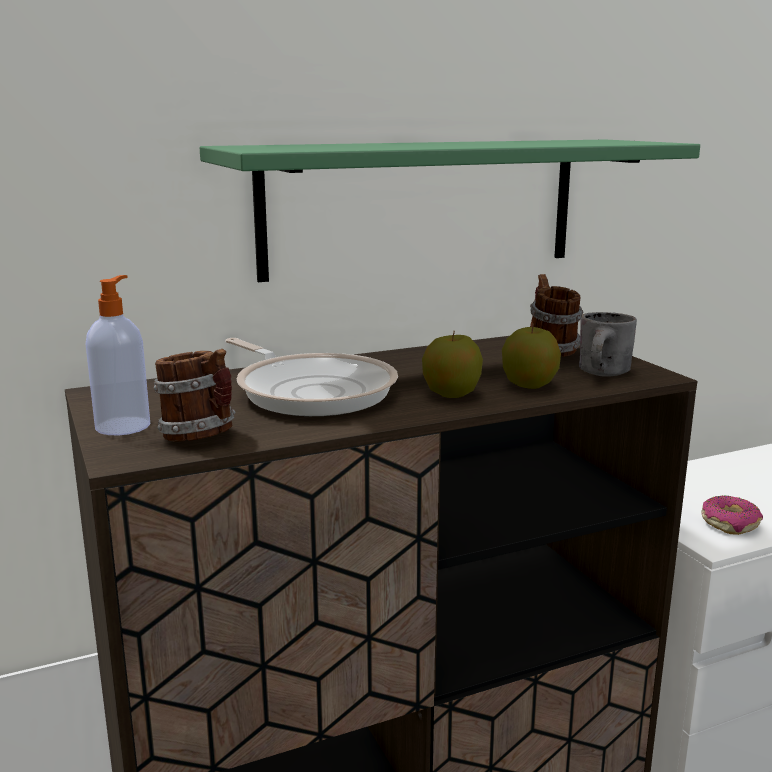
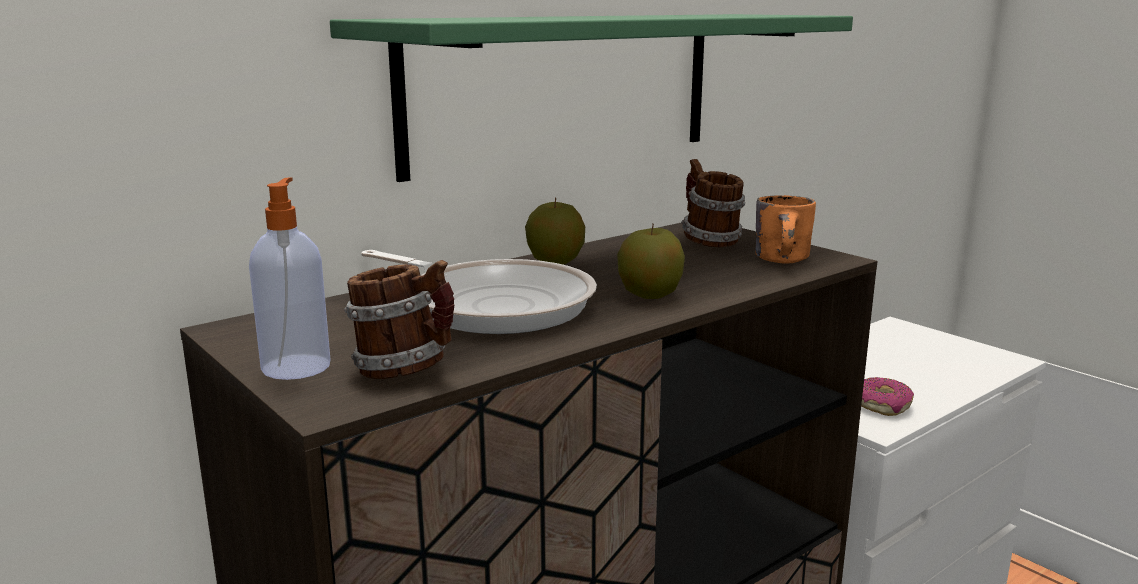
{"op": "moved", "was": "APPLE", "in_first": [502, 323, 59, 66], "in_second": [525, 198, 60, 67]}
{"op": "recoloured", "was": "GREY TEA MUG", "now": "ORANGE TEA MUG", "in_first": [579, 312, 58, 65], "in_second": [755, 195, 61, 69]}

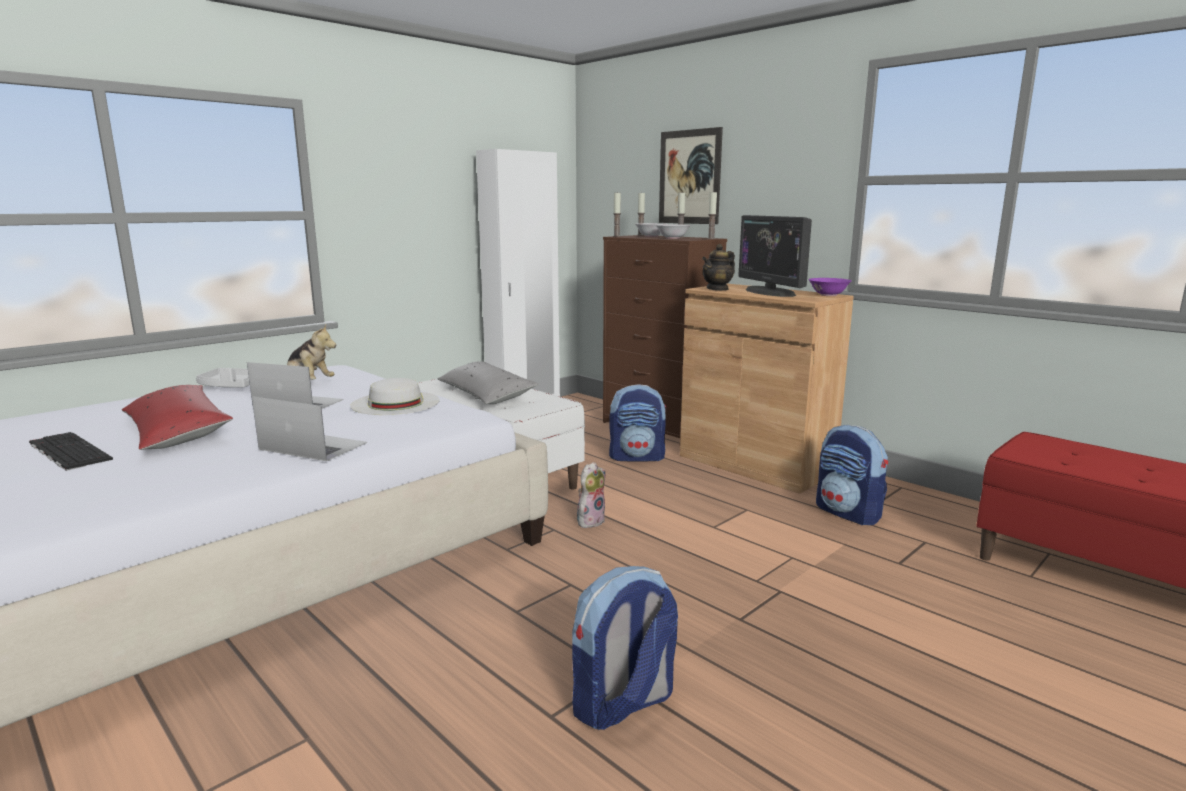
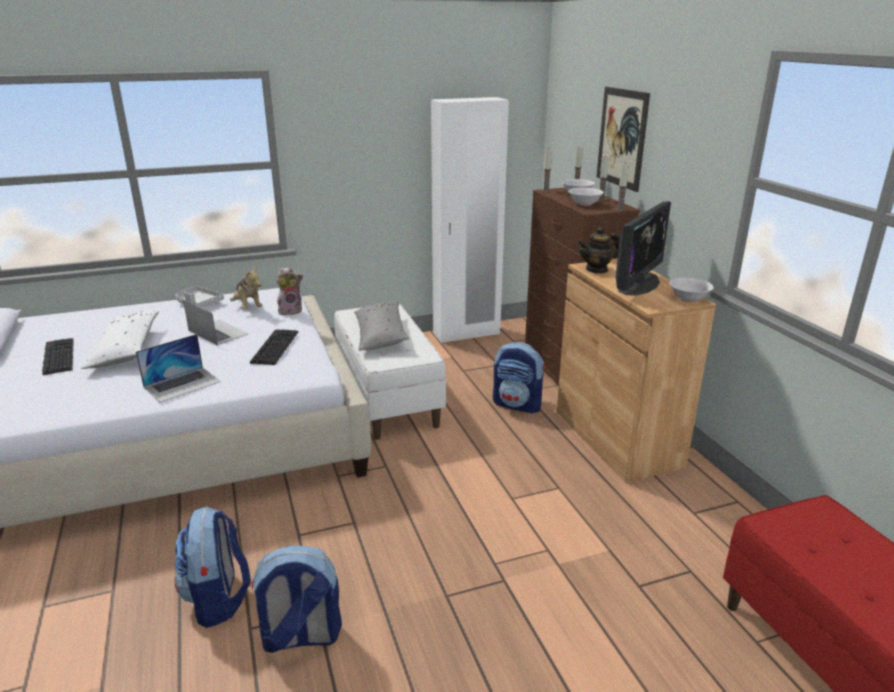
{"op": "moved", "was": "SOFT TOY", "in_first": [577, 462, 28, 66], "in_second": [276, 267, 27, 48]}
{"op": "moved", "was": "RUCKSACK", "in_first": [816, 425, 72, 100], "in_second": [175, 506, 76, 122]}
{"op": "replaced", "was": "WHITE-COLOURED HAT", "now": "PC KEYBOARD", "in_first": [350, 378, 90, 37], "in_second": [250, 329, 48, 36]}
{"op": "recoloured", "was": "REDDISH PILLOW", "now": "WHITE-COLOURED PILLOW", "in_first": [122, 385, 111, 65], "in_second": [81, 311, 78, 58]}
{"op": "recoloured", "was": "PURPLE-COLOURED BOWL", "now": "WHITE-COLOURED BOWL", "in_first": [808, 278, 44, 18], "in_second": [669, 278, 45, 24]}
{"op": "turned", "was": "LAPTOP", "in_first": [252, 396, 115, 65], "in_second": [136, 334, 85, 69], "clockwise": 90}
{"op": "turned", "was": "COMPUTER SCREEN", "in_first": [738, 215, 74, 82], "in_second": [616, 201, 55, 95], "clockwise": -150}

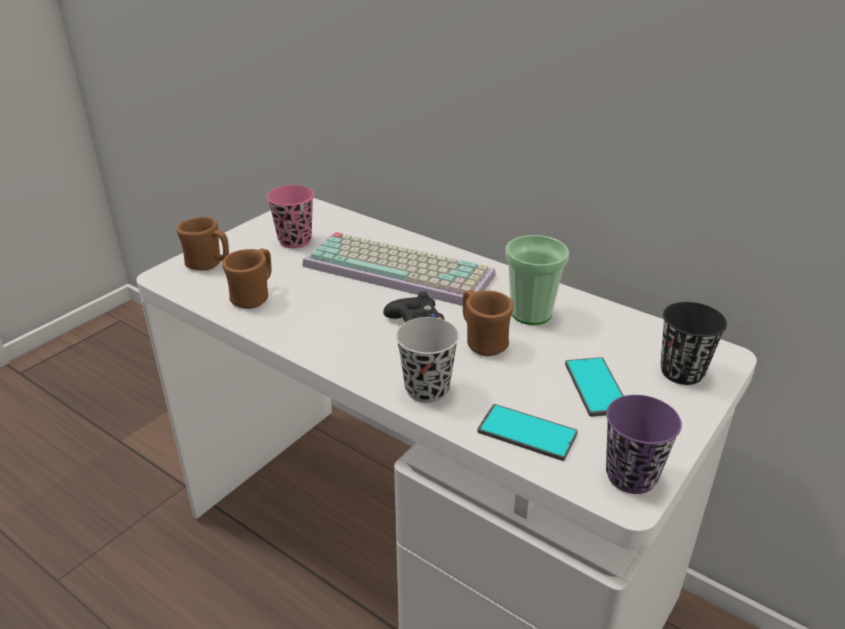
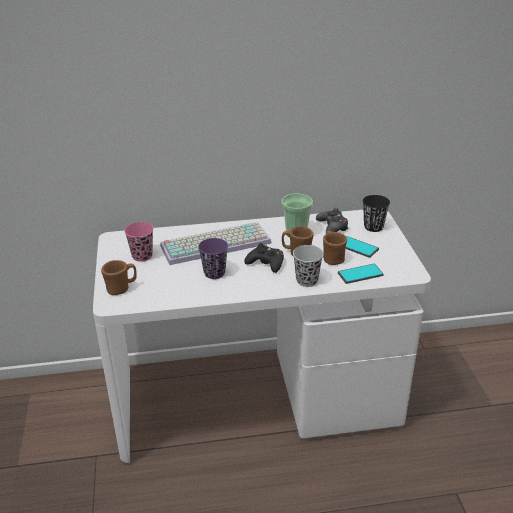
{"op": "added", "now": "BLACK-COLOURED JOYPAD", "in_second": [316, 208, 32, 24]}
{"op": "moved", "was": "BROWN-COLOURED TEA MUG", "in_first": [222, 248, 50, 61], "in_second": [323, 231, 24, 34]}
{"op": "moved", "was": "PURPLE-COLOURED DRINKING CUP", "in_first": [606, 395, 76, 99], "in_second": [198, 238, 30, 41]}

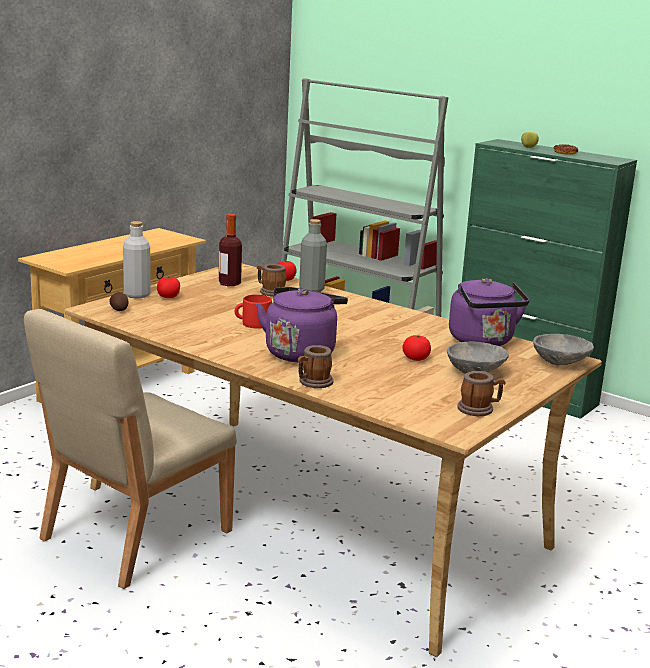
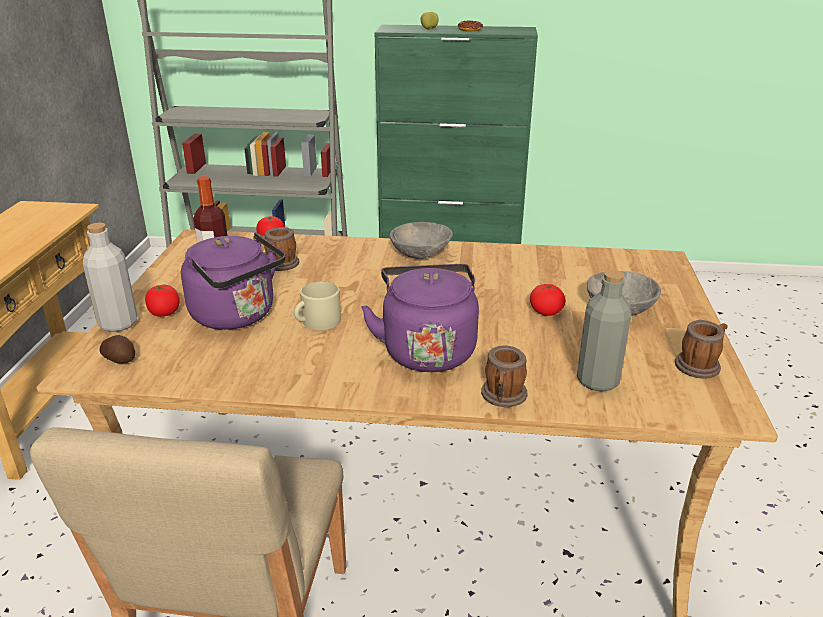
{"op": "moved", "was": "GREY DRINK BOTTLE", "in_first": [299, 219, 28, 73], "in_second": [577, 270, 55, 122]}
{"op": "moved", "was": "PURPLE-COLOURED WATER KETTLE", "in_first": [449, 278, 80, 68], "in_second": [181, 232, 104, 98]}
{"op": "moved", "was": "GREY BOWL", "in_first": [533, 334, 61, 31], "in_second": [390, 222, 63, 37]}
{"op": "recoloured", "was": "REDDISH TEA MUG", "now": "SAND-COLOURED TEA MUG", "in_first": [235, 295, 37, 34], "in_second": [294, 281, 47, 49]}

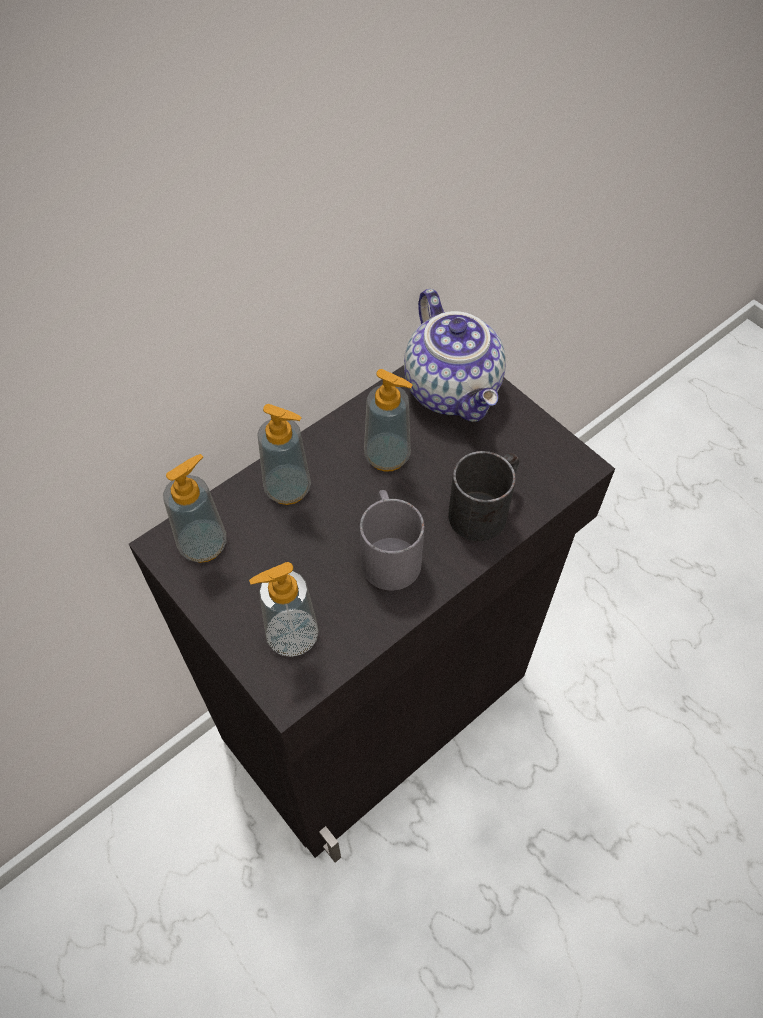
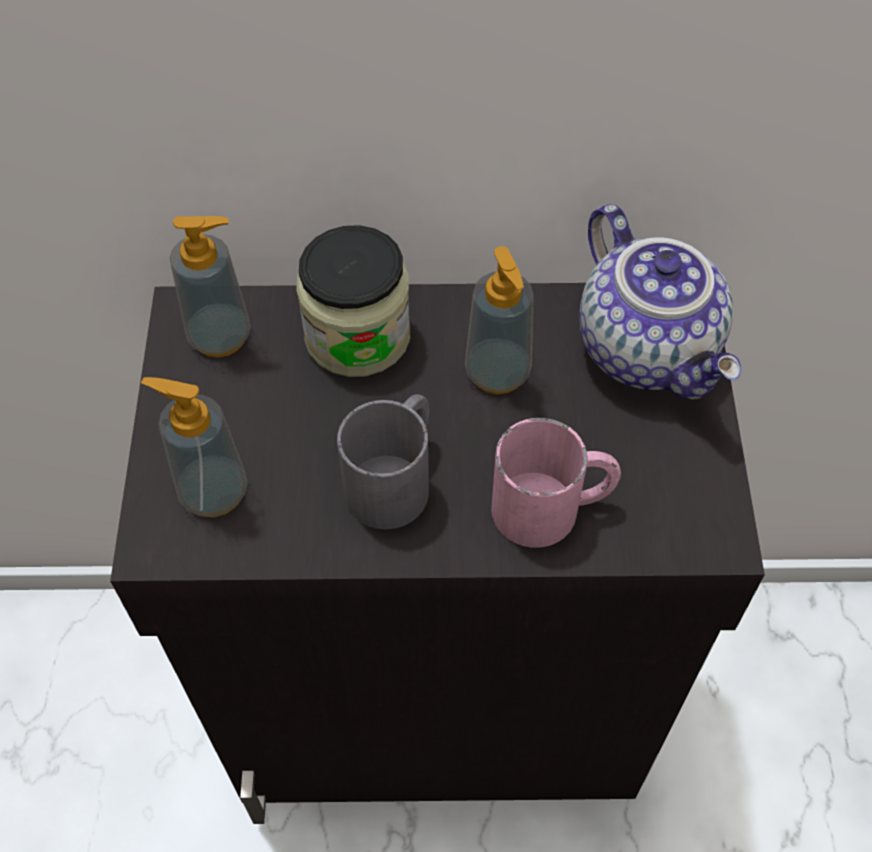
{"op": "replaced", "was": "SOAP BOTTLE", "now": "JAR", "in_first": [257, 404, 54, 101], "in_second": [296, 225, 114, 152]}
{"op": "recoloured", "was": "BLACK-COLOURED TEA MUG", "now": "PINK-COLOURED TEA MUG", "in_first": [448, 451, 71, 90], "in_second": [491, 418, 130, 130]}
{"op": "turned", "was": "TEA POT", "in_first": [404, 289, 102, 133], "in_second": [579, 204, 162, 195], "clockwise": -45}

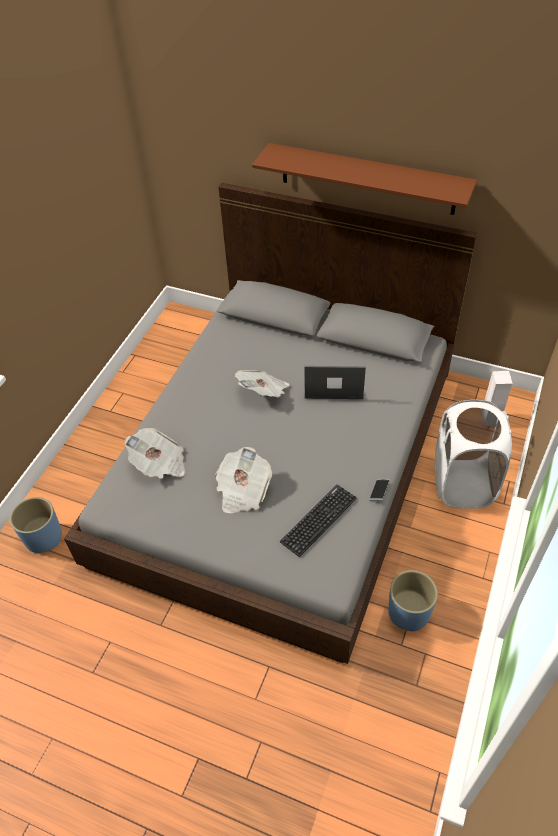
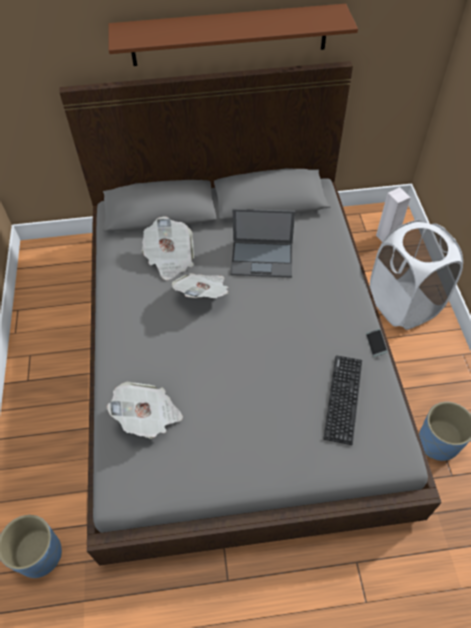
{"op": "moved", "was": "DAILY PAPER", "in_first": [215, 447, 57, 66], "in_second": [142, 216, 52, 64]}
{"op": "turned", "was": "LAPTOP", "in_first": [304, 366, 62, 33], "in_second": [231, 209, 64, 69], "clockwise": -150}

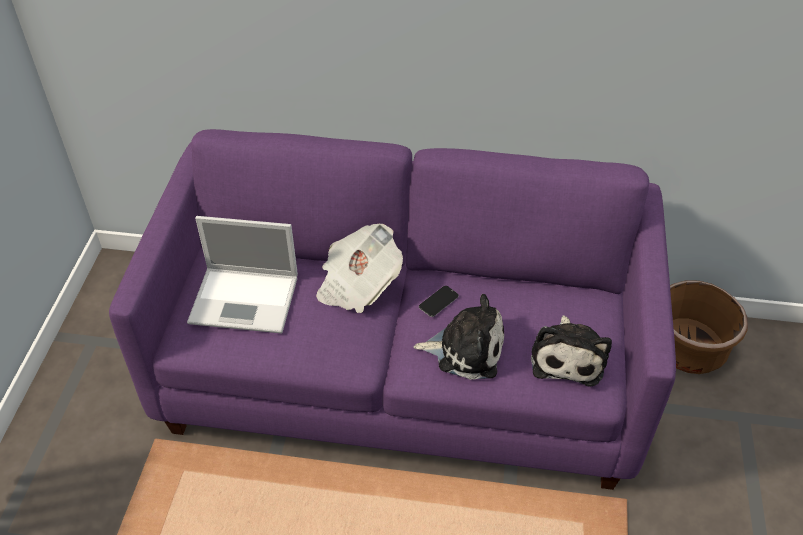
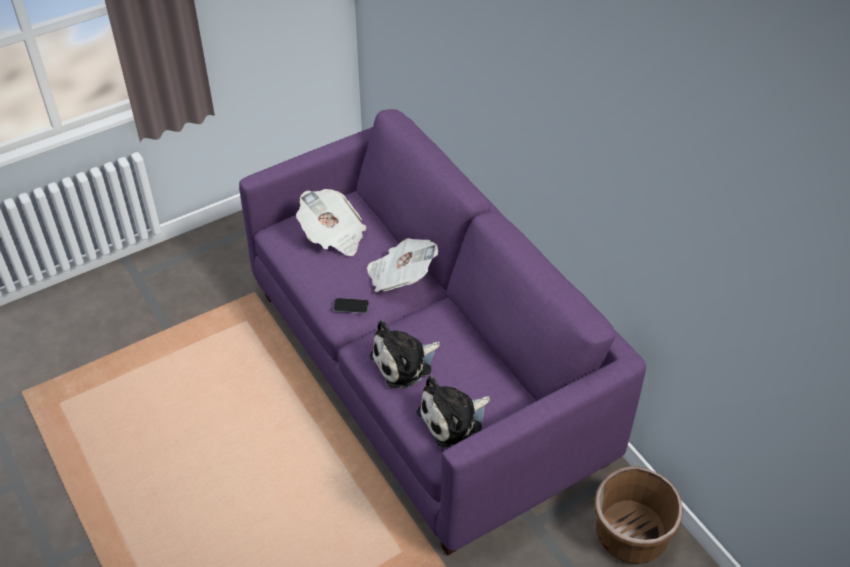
{"op": "moved", "was": "TELEPHONE", "in_first": [419, 286, 40, 31], "in_second": [334, 298, 35, 15]}
{"op": "replaced", "was": "LAPTOP", "now": "DAILY PAPER", "in_first": [187, 216, 111, 118], "in_second": [296, 189, 70, 67]}
{"op": "turned", "was": "SOFT TOY", "in_first": [413, 294, 91, 86], "in_second": [369, 320, 71, 69], "clockwise": 90}

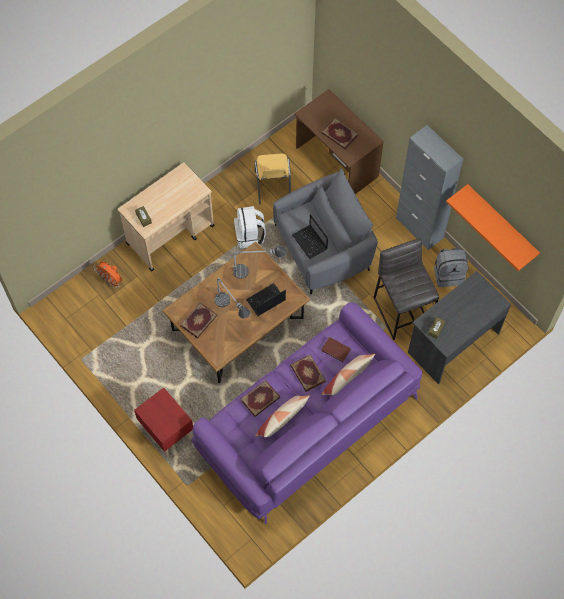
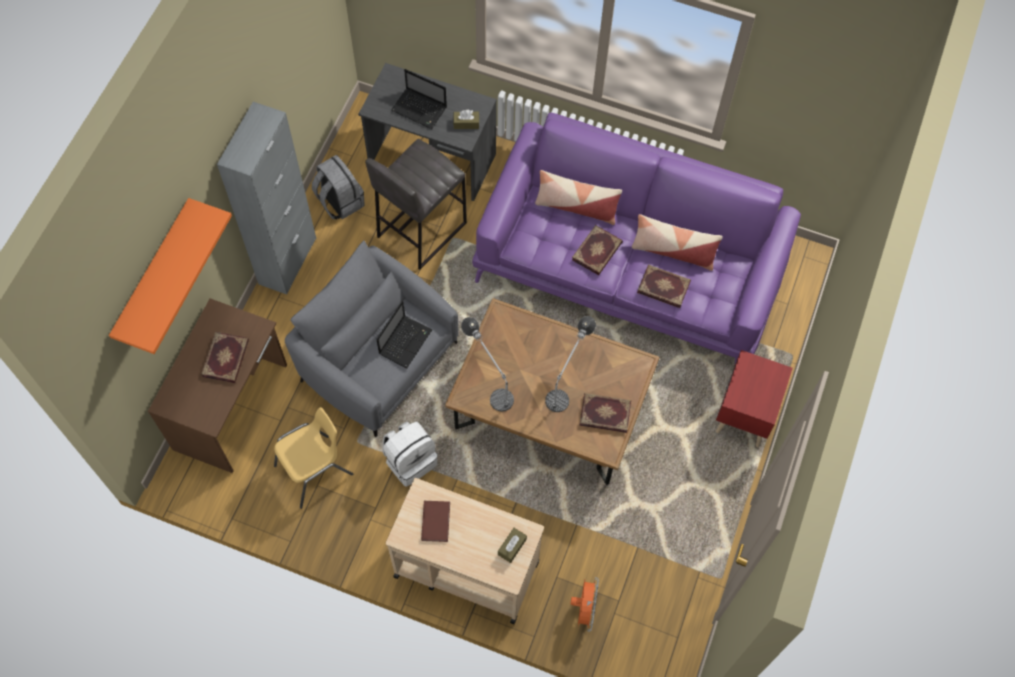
{"op": "moved", "was": "LAPTOP", "in_first": [246, 283, 40, 33], "in_second": [391, 69, 56, 60]}
{"op": "moved", "was": "BROWN-COLOURED BOOK", "in_first": [321, 337, 30, 25], "in_second": [421, 501, 29, 41]}
{"op": "moved", "was": "ORANGE WALL SHELF", "in_first": [446, 184, 94, 87], "in_second": [109, 198, 123, 156]}

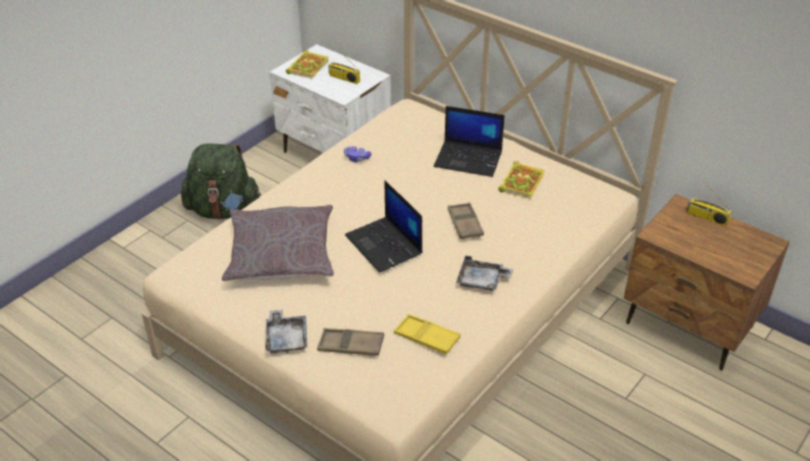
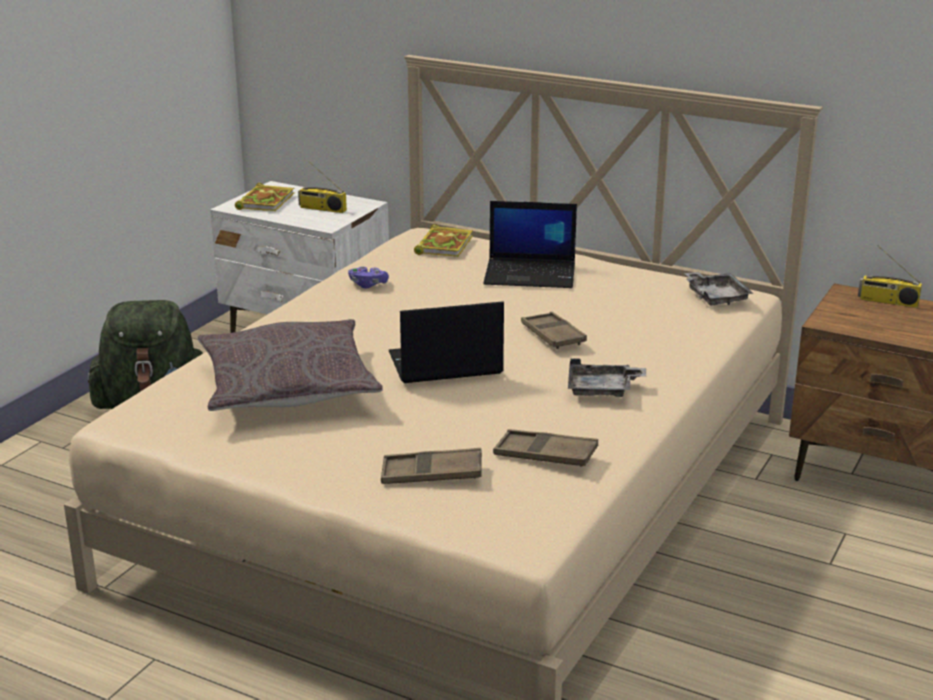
{"op": "moved", "was": "GREY TRAY", "in_first": [265, 310, 42, 43], "in_second": [684, 272, 69, 34]}
{"op": "moved", "was": "BOOK", "in_first": [498, 161, 47, 38], "in_second": [414, 224, 59, 33]}
{"op": "recoloured", "was": "YELLOW-COLOURED TRAY", "now": "BROWN-COLOURED TRAY", "in_first": [394, 314, 67, 40], "in_second": [493, 429, 105, 38]}
{"op": "turned", "was": "LAPTOP", "in_first": [345, 180, 77, 93], "in_second": [388, 301, 116, 82], "clockwise": 120}

